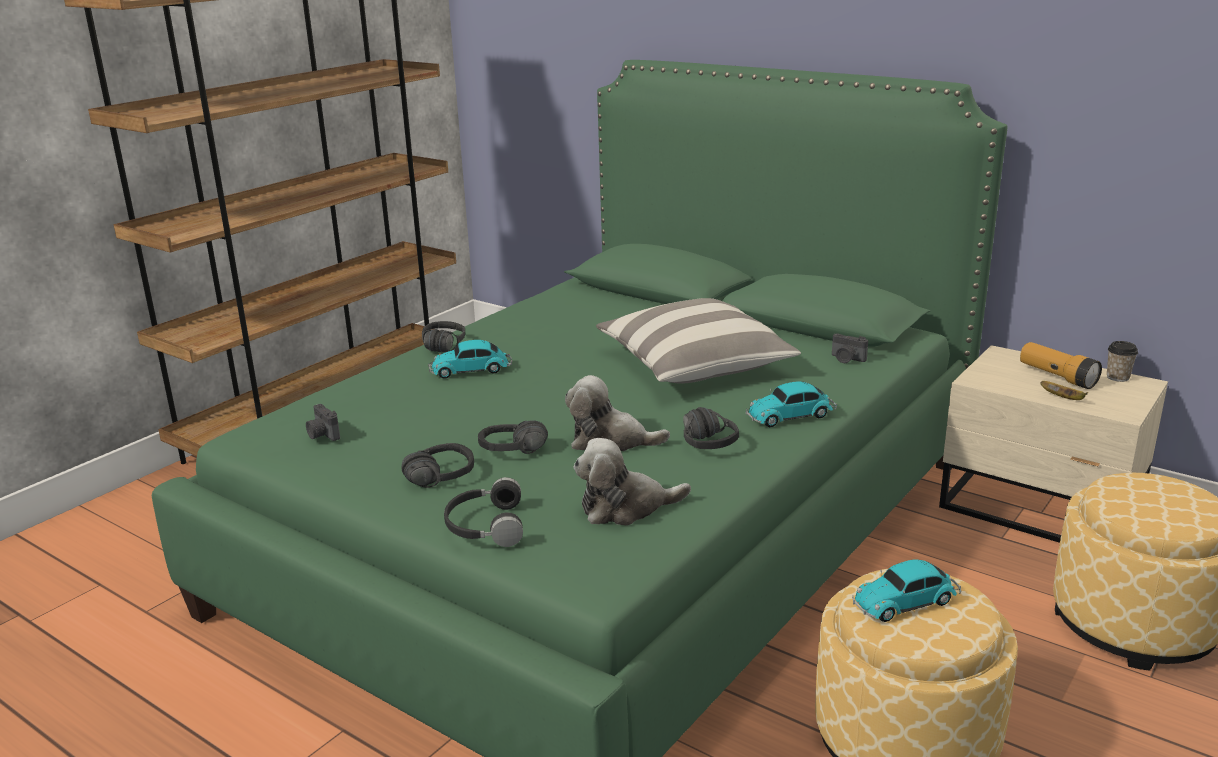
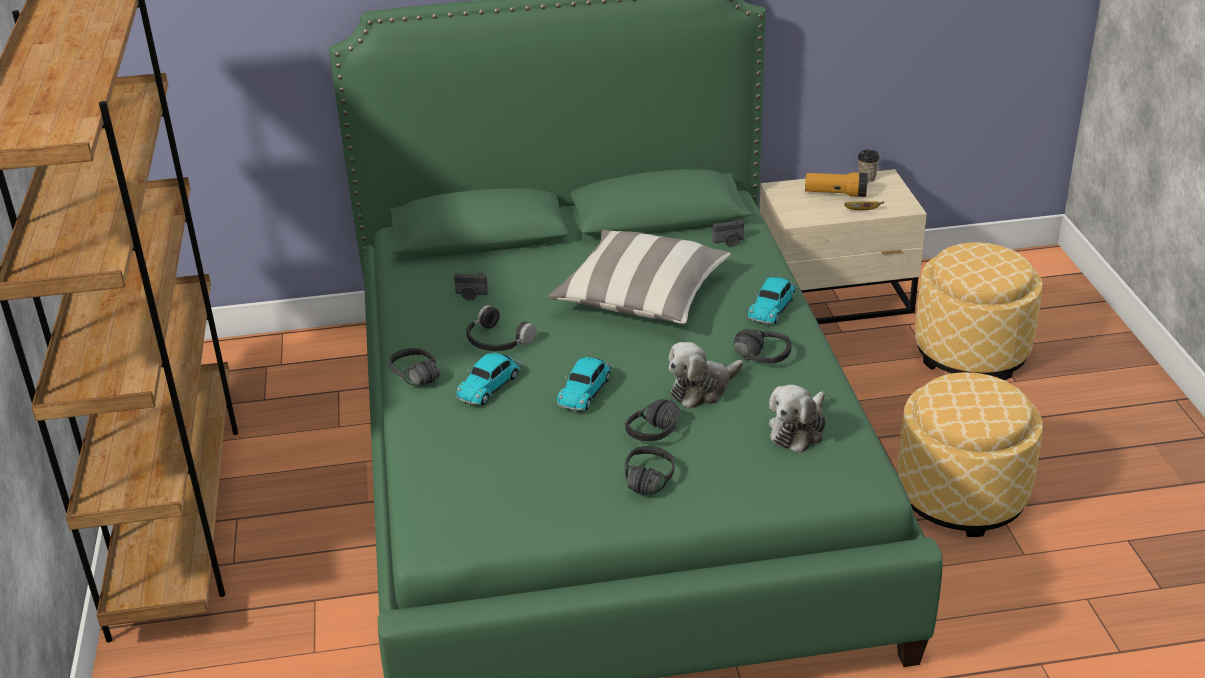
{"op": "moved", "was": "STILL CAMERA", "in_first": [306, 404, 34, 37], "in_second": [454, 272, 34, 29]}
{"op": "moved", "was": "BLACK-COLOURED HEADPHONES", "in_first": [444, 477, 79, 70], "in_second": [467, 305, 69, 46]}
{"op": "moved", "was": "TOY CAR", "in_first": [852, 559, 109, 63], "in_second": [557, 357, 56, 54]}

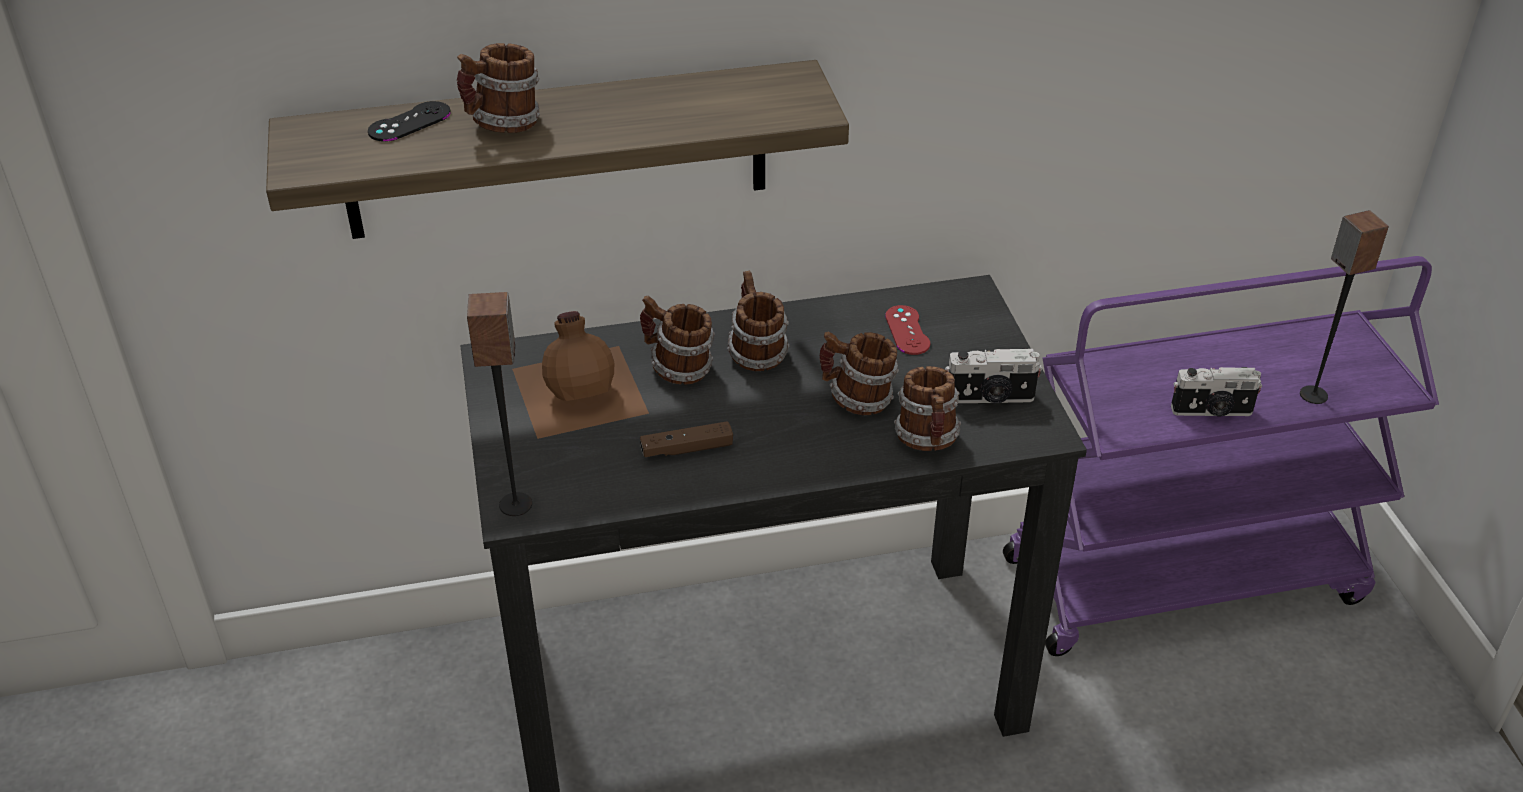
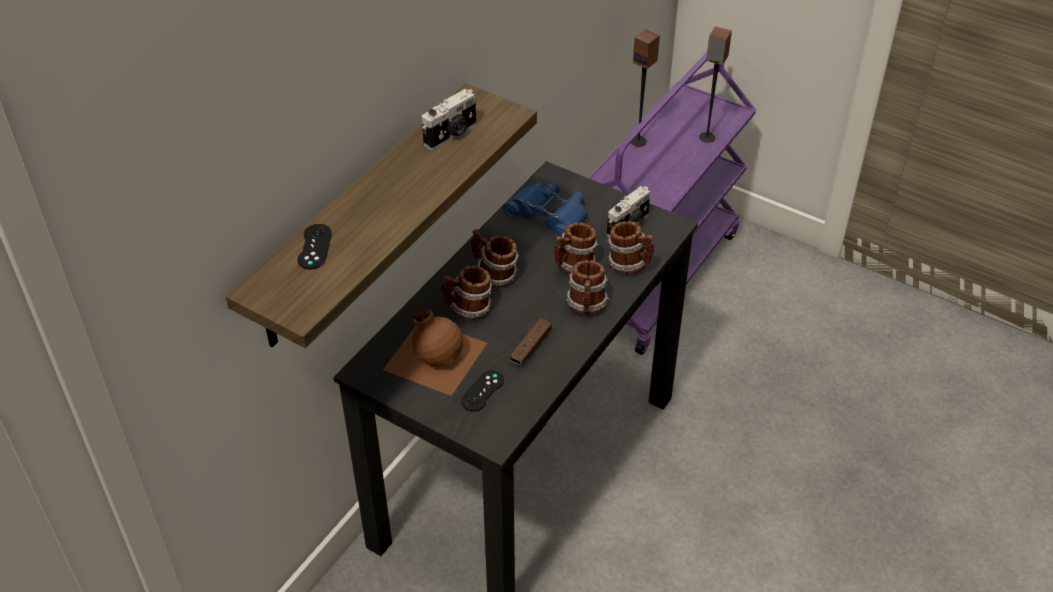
{"op": "added", "now": "BLACK-COLOURED JOYPAD", "in_second": [461, 370, 43, 41]}
{"op": "moved", "was": "TEA MUG", "in_first": [457, 43, 83, 90], "in_second": [566, 260, 43, 54]}
{"op": "moved", "was": "SPEAKER", "in_first": [467, 292, 65, 224], "in_second": [631, 29, 29, 117]}
{"op": "moved", "was": "STILL CAMERA", "in_first": [1171, 367, 91, 50], "in_second": [422, 89, 54, 61]}
{"op": "replaced", "was": "REDDISH JOYPAD", "now": "BLUE-COLOURED BINOCULARS", "in_first": [885, 305, 45, 50], "in_second": [503, 180, 85, 57]}

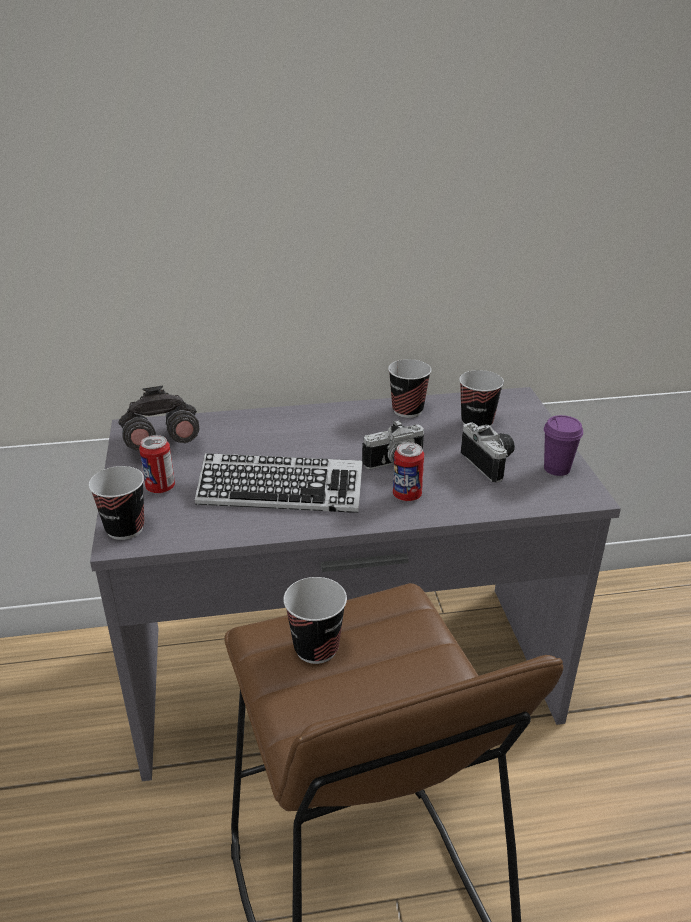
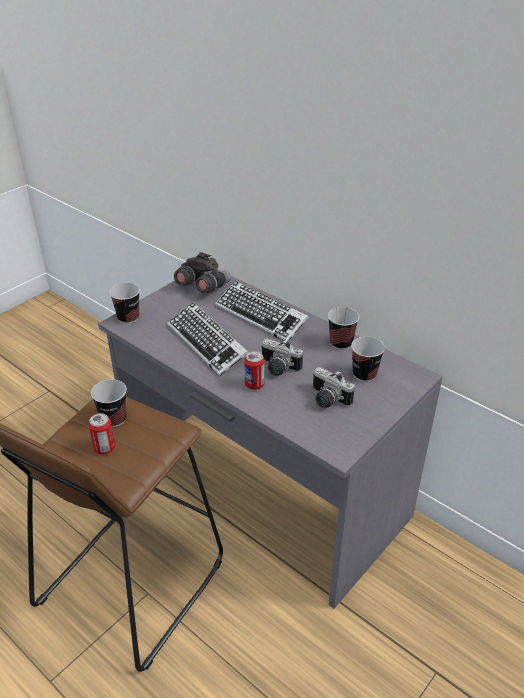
{"op": "removed", "was": "PURPLE-COLOURED DRINKING CUP", "in_first": [544, 415, 39, 61]}
{"op": "added", "now": "PC KEYBOARD", "in_second": [215, 281, 93, 60]}
{"op": "moved", "was": "SEALED CAN", "in_first": [139, 435, 36, 58], "in_second": [89, 413, 26, 42]}
{"op": "turned", "was": "STILL CAMERA", "in_first": [461, 423, 54, 59], "in_second": [313, 367, 42, 41], "clockwise": 105}

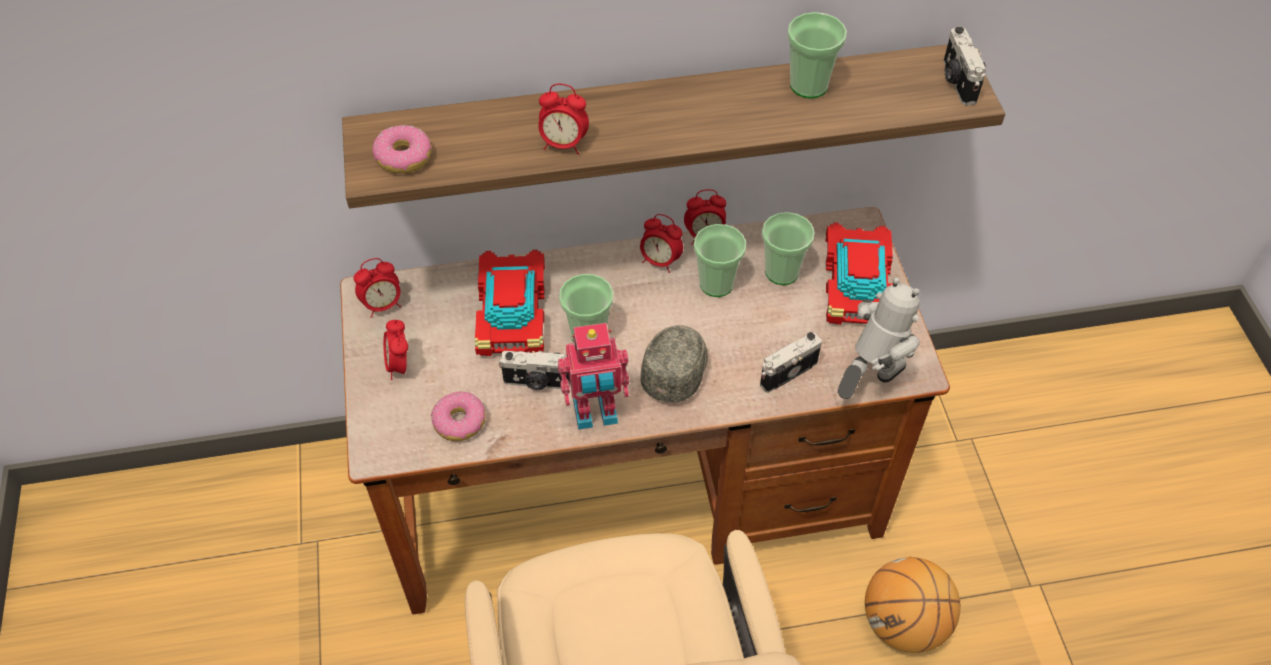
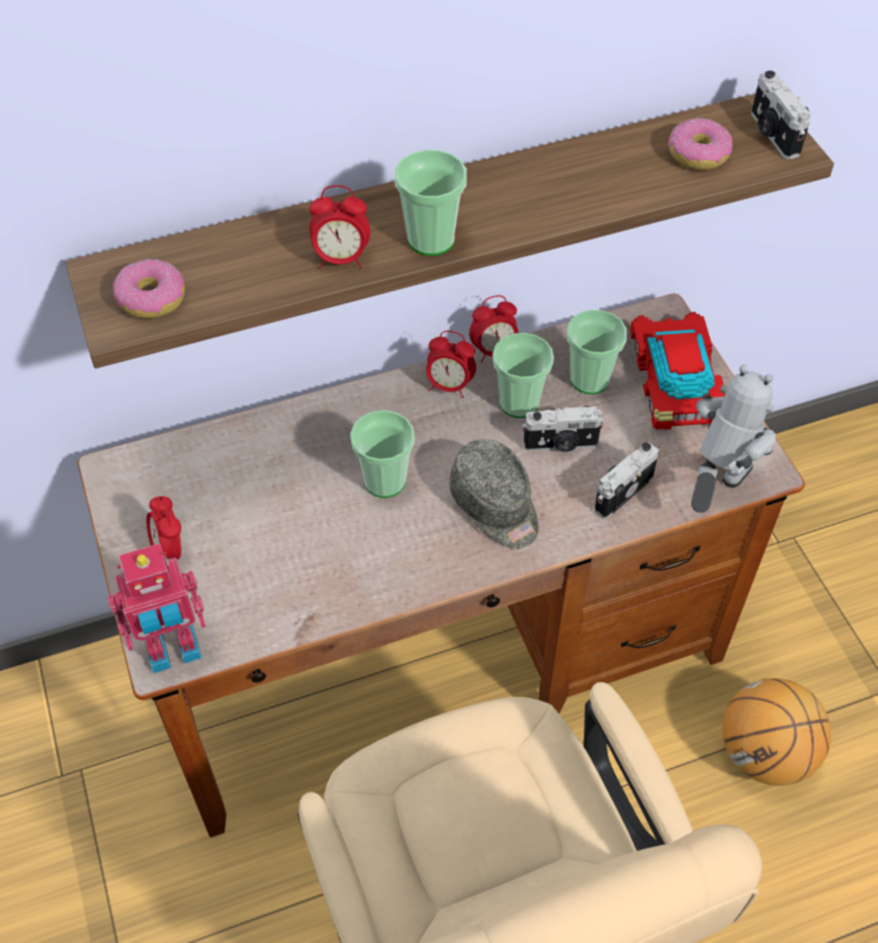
{"op": "removed", "was": "TABLE CLOCK", "in_first": [354, 258, 47, 60]}
{"op": "removed", "was": "TOY CAR", "in_first": [475, 249, 70, 107]}
{"op": "moved", "was": "DONUT", "in_first": [431, 391, 54, 50], "in_second": [668, 118, 65, 52]}
{"op": "moved", "was": "STILL CAMERA", "in_first": [499, 351, 71, 39], "in_second": [522, 406, 82, 46]}
{"op": "moved", "was": "ROBOT FIGURE", "in_first": [558, 323, 71, 107], "in_second": [108, 543, 98, 130]}
{"op": "moved", "was": "DRINKING CUP", "in_first": [787, 12, 60, 87], "in_second": [395, 150, 72, 106]}
{"op": "turned", "was": "GREY CAP", "in_first": [640, 325, 68, 78], "in_second": [449, 439, 90, 110], "clockwise": 135}

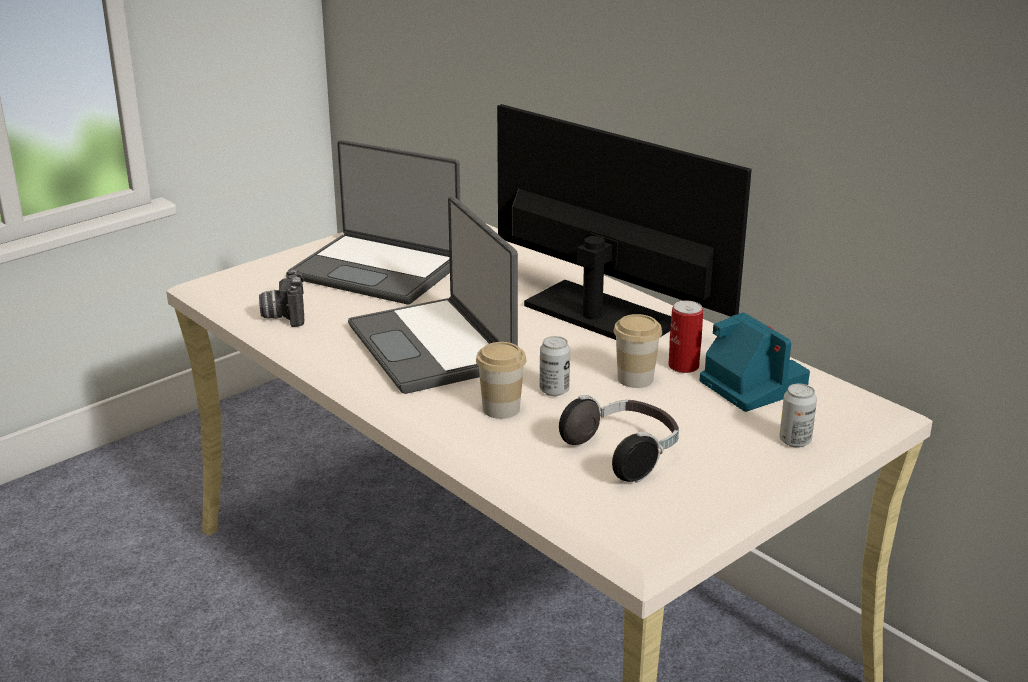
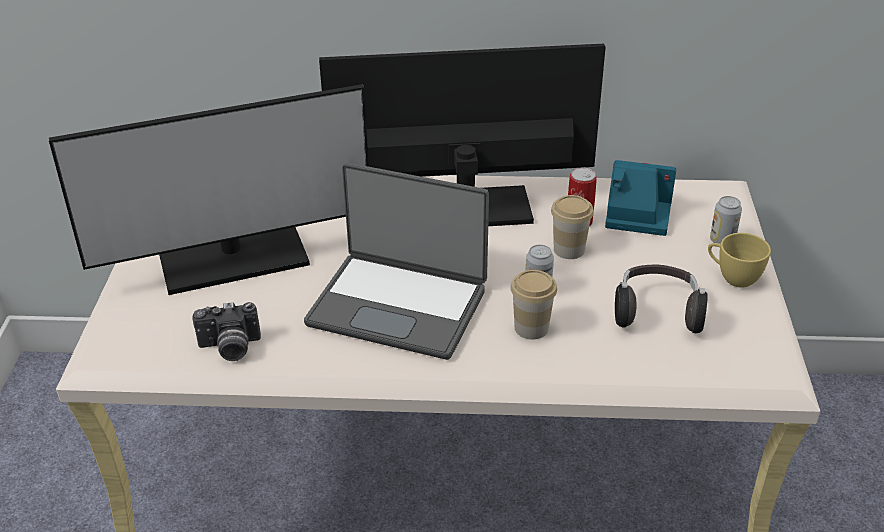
{"op": "added", "now": "YELLOW-COLOURED DRINKING CUP", "in_second": [708, 233, 63, 55]}
{"op": "replaced", "was": "LAPTOP", "now": "COMPUTER SCREEN", "in_first": [289, 140, 171, 164], "in_second": [48, 84, 321, 211]}
{"op": "turned", "was": "STILL CAMERA", "in_first": [259, 269, 45, 58], "in_second": [193, 302, 68, 59], "clockwise": -45}

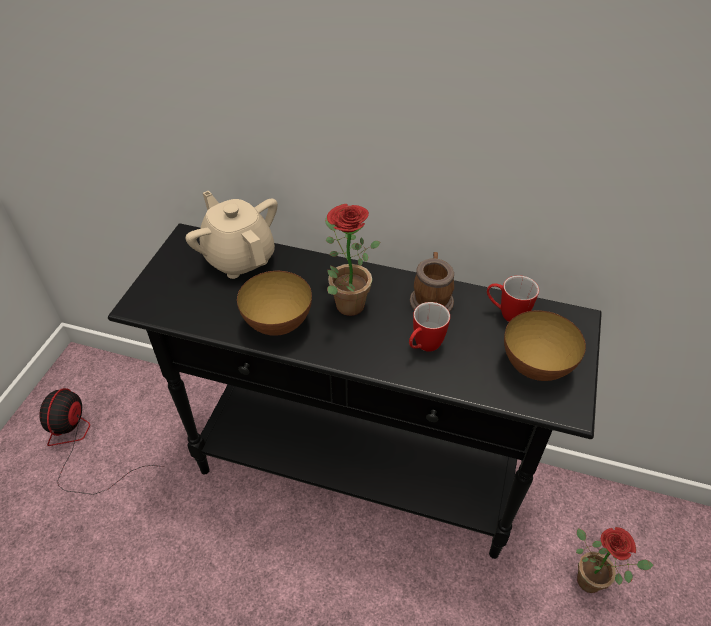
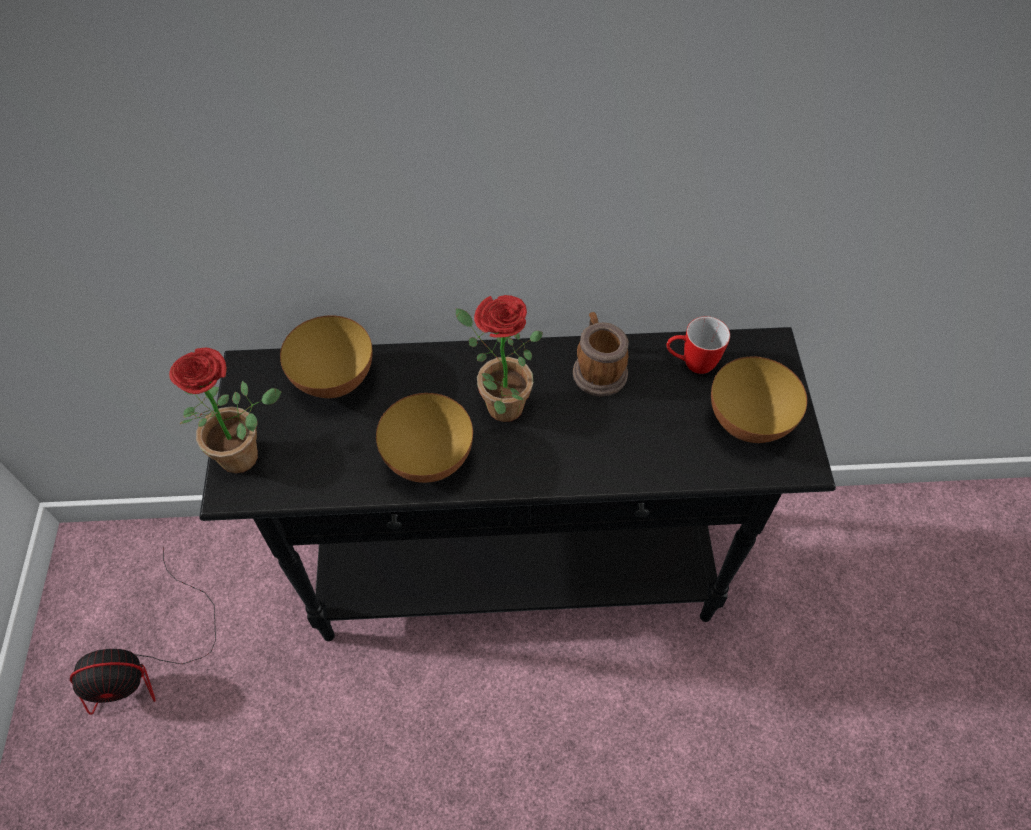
{"op": "removed", "was": "TEA MUG", "in_first": [409, 302, 41, 50]}
{"op": "moved", "was": "POTTED PLANT", "in_first": [576, 527, 77, 66], "in_second": [169, 348, 112, 125]}
{"op": "replaced", "was": "SAND-COLOURED TEA POT", "now": "BOWL", "in_first": [185, 191, 93, 88], "in_second": [280, 315, 93, 83]}
{"op": "turned", "was": "ELECTRIC FAN", "in_first": [39, 388, 125, 107], "in_second": [70, 547, 146, 168], "clockwise": -90}

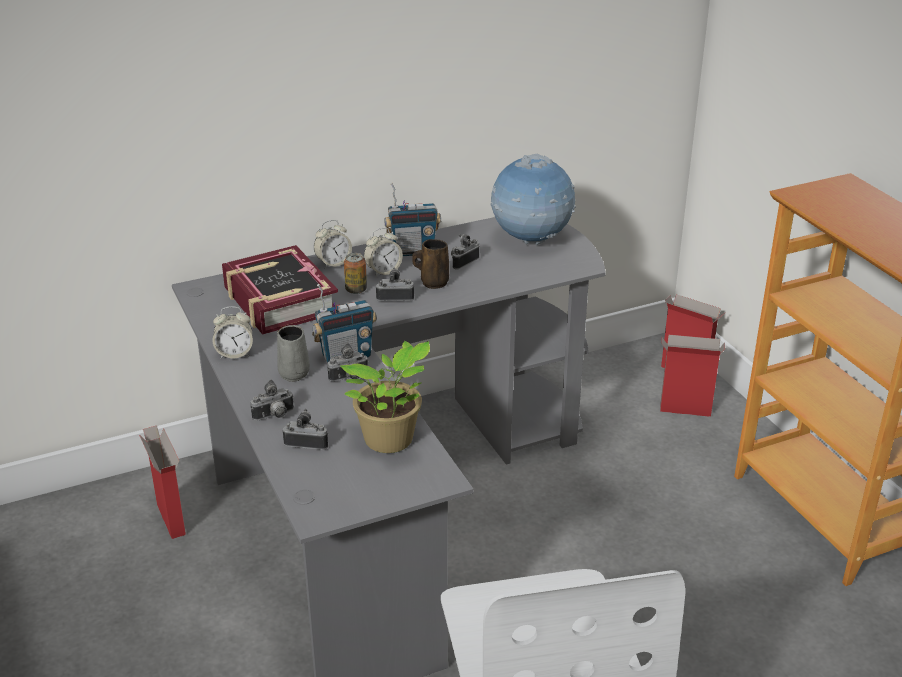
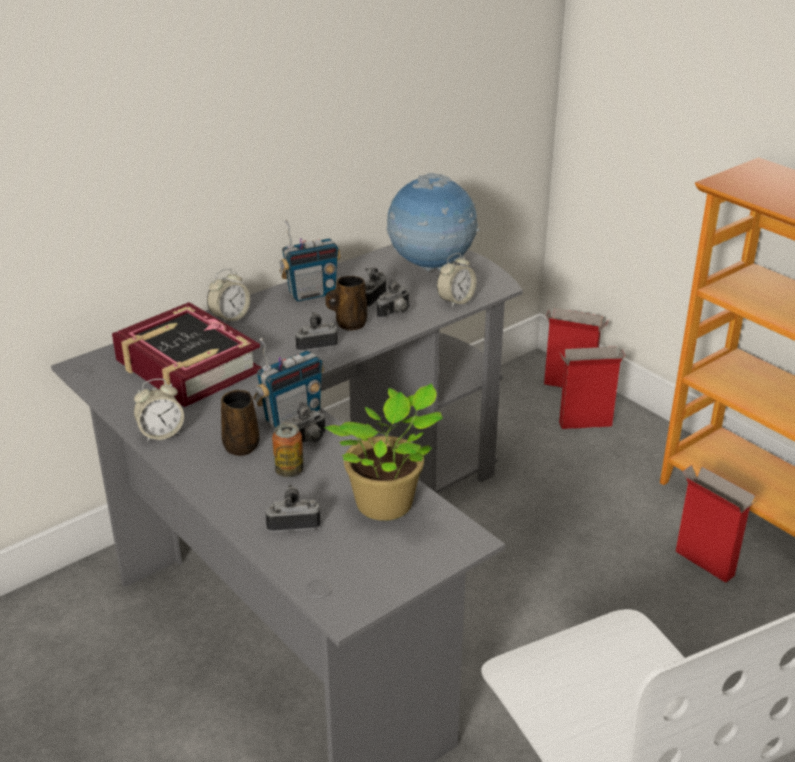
{"op": "moved", "was": "PACKING BOX", "in_first": [139, 426, 47, 113], "in_second": [675, 465, 81, 118]}
{"op": "moved", "was": "STILL CAMERA", "in_first": [250, 380, 44, 41], "in_second": [377, 279, 33, 39]}
{"op": "moved", "was": "SEALED CAN", "in_first": [344, 253, 23, 41], "in_second": [272, 423, 32, 55]}
{"op": "moved", "was": "TABLE CLOCK", "in_first": [364, 228, 39, 49], "in_second": [437, 253, 40, 54]}
{"op": "recoloured", "was": "GREY TEA MUG", "now": "BROWN-COLOURED TEA MUG", "in_first": [277, 325, 33, 57], "in_second": [221, 390, 39, 66]}

